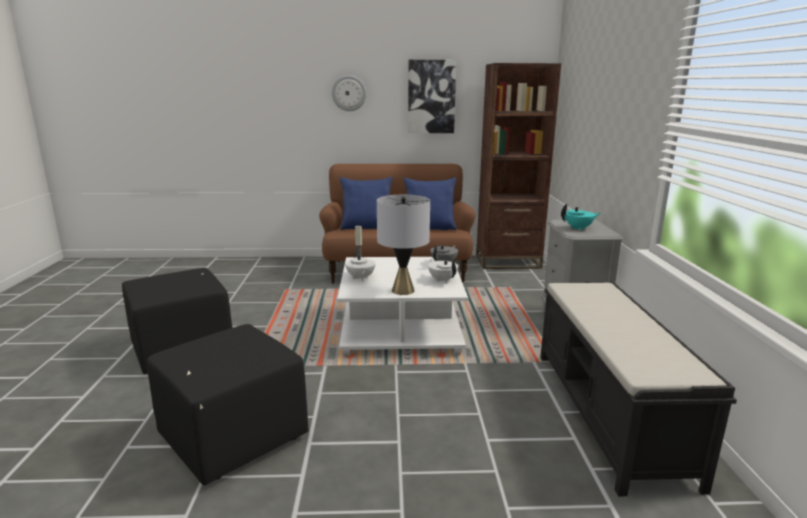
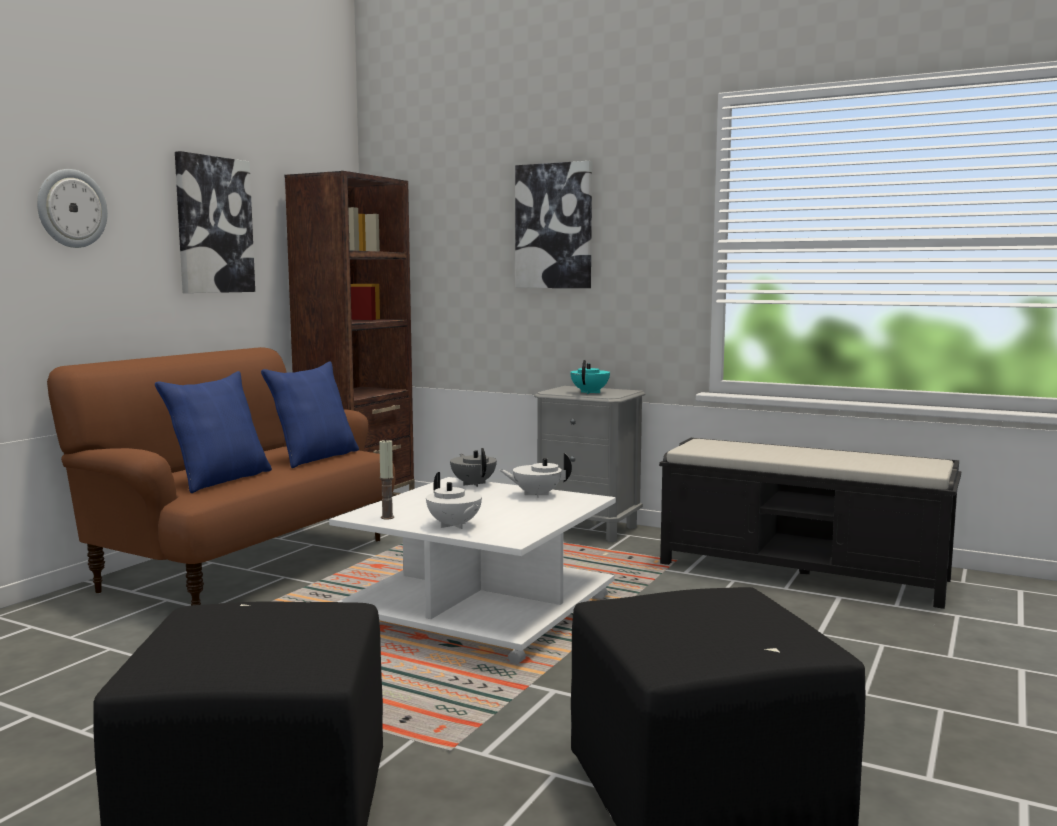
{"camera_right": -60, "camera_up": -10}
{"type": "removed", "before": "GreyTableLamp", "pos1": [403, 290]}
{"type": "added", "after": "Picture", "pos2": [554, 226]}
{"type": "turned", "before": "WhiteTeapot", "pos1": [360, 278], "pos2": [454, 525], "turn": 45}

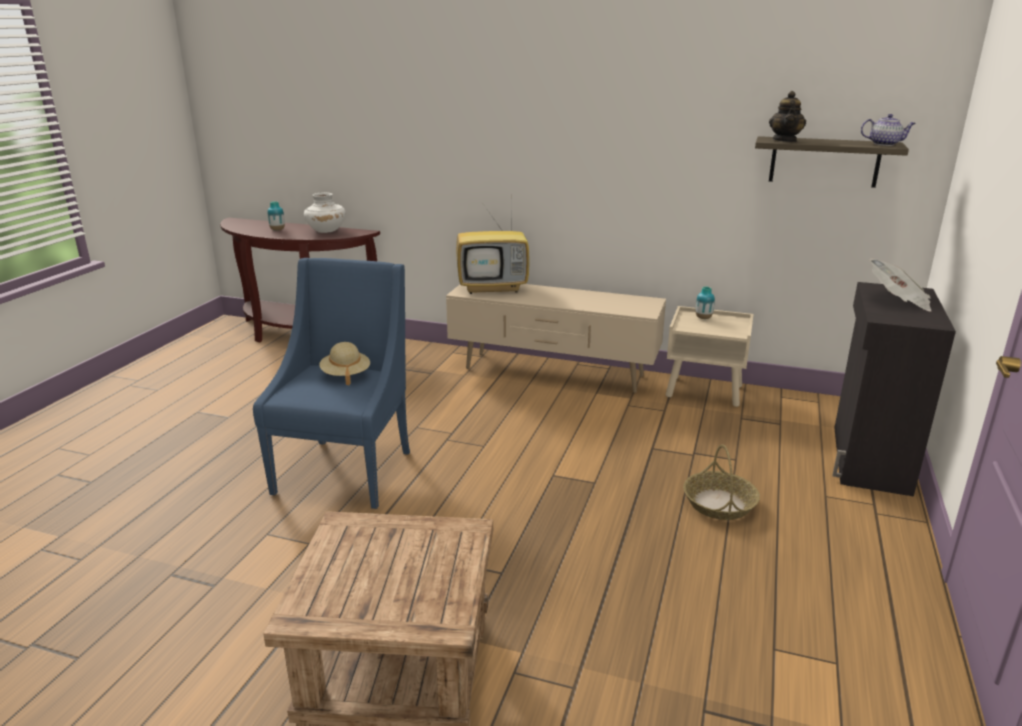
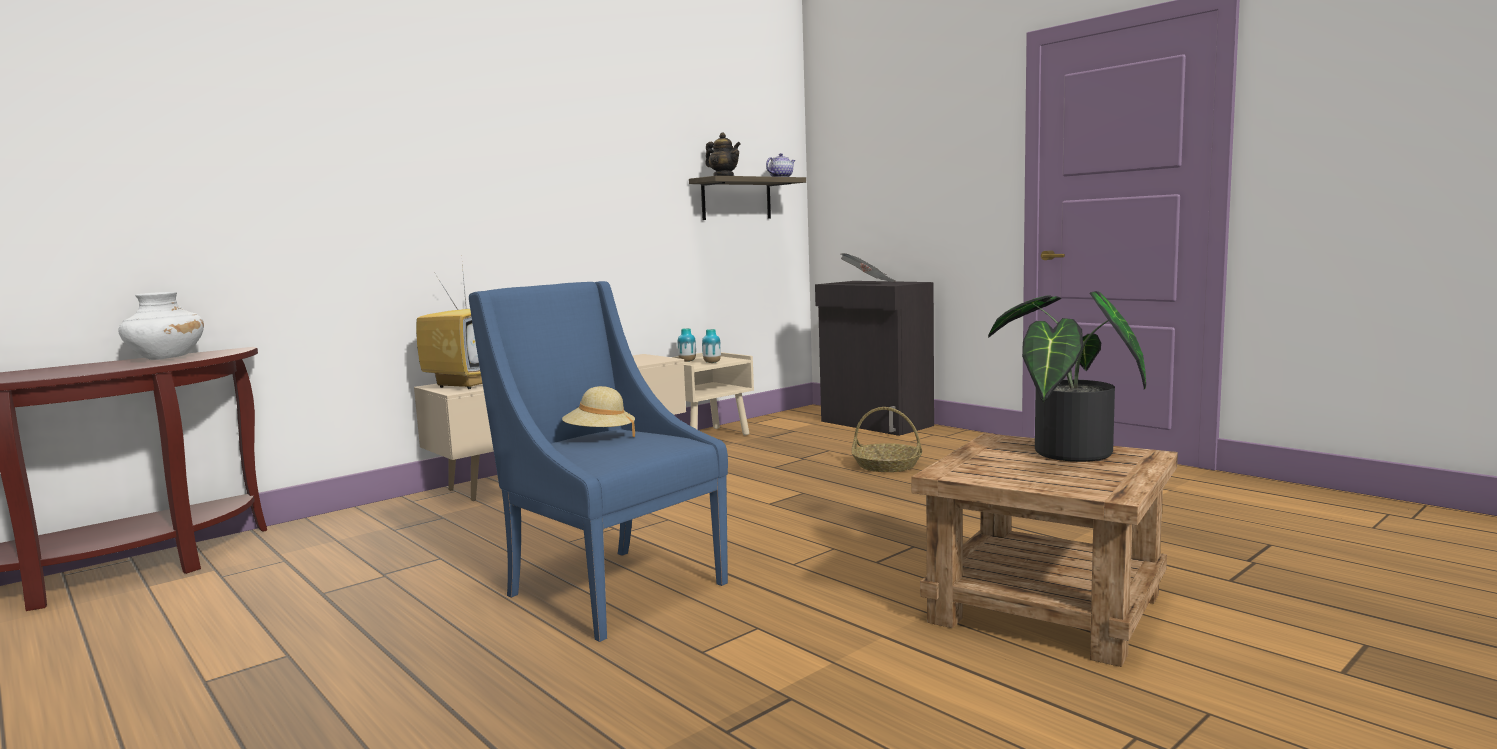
{"camera_right": -60, "camera_up": -15}
{"type": "added", "after": "PottedPlant", "pos2": [1065, 454]}
{"type": "moved", "before": "Vase", "pos1": [277, 230], "pos2": [712, 363]}

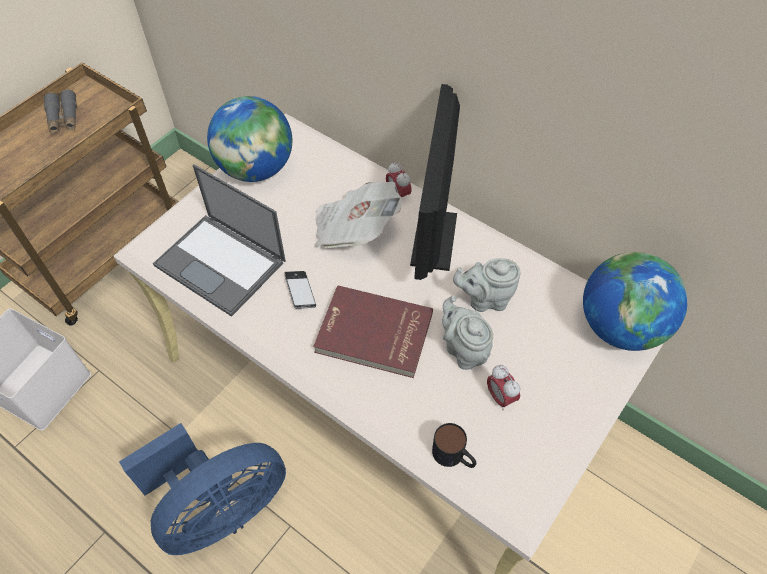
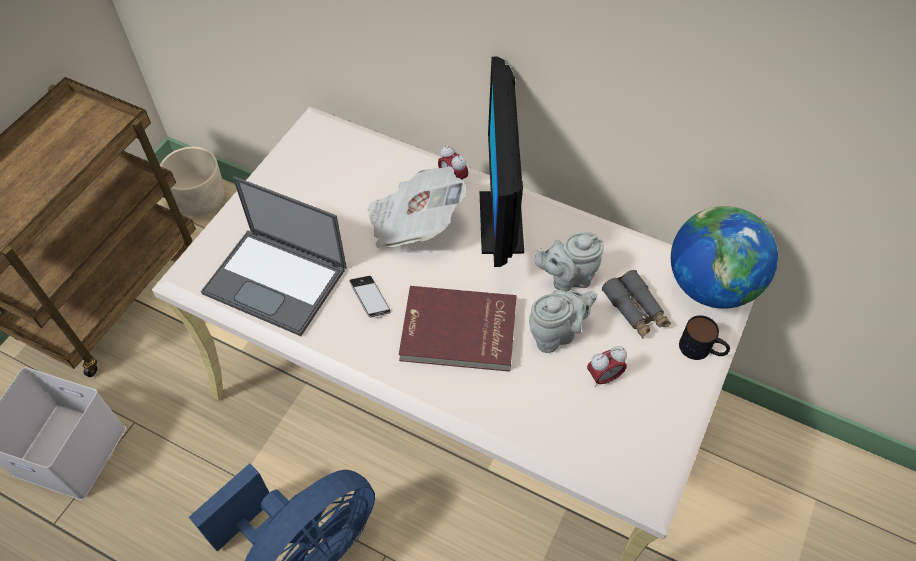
{"camera_right": -10, "camera_up": 0}
{"type": "removed", "before": "Globe", "pos1": [256, 169]}
{"type": "added", "after": "BeigePlanter", "pos2": [200, 200]}
{"type": "moved", "before": "GreyBinoculars", "pos1": [63, 118], "pos2": [635, 310]}
{"type": "moved", "before": "Mug", "pos1": [454, 456], "pos2": [702, 350]}
{"type": "turned", "before": "GreyTeapot", "pos1": [464, 349], "pos2": [556, 334], "turn": 105}
{"type": "turned", "before": "AlarmClock", "pos1": [500, 397], "pos2": [603, 377], "turn": -75}

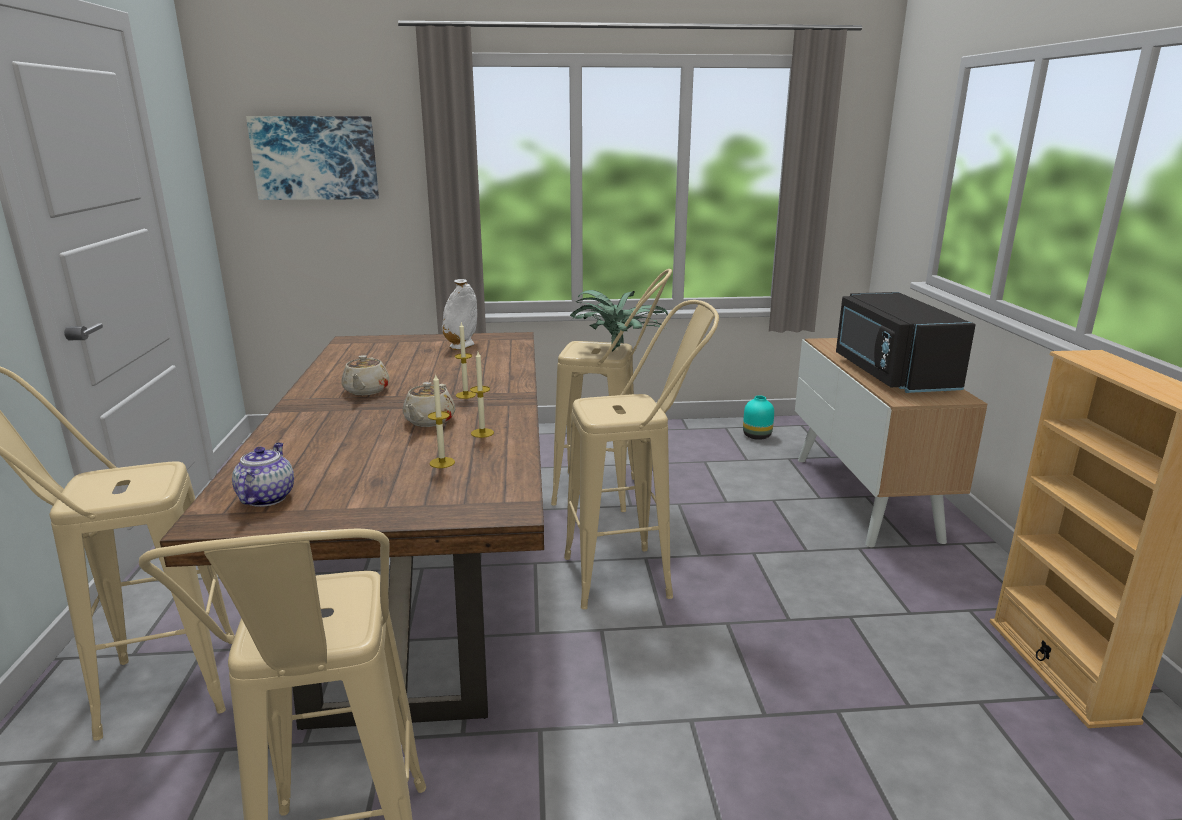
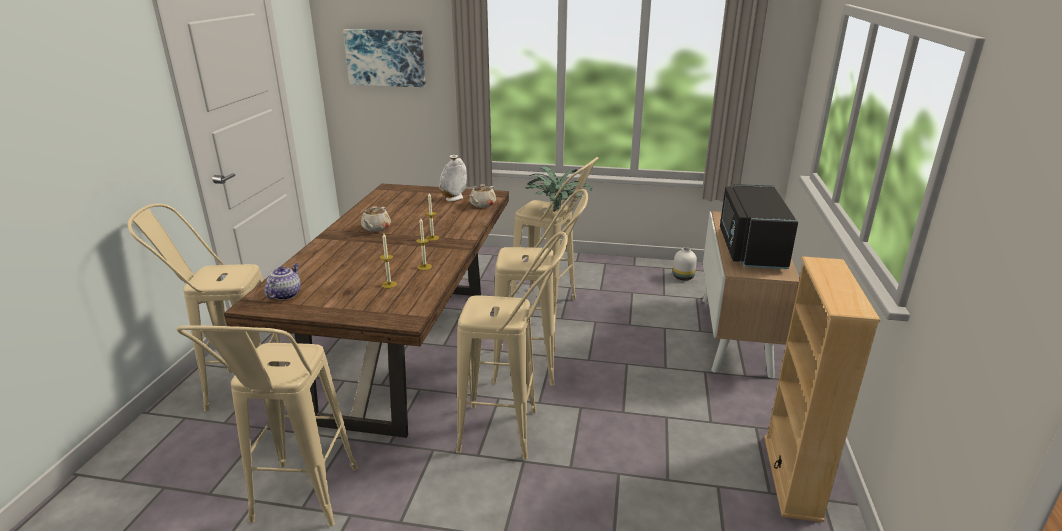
{"camera_right": 15, "camera_up": 5}
{"type": "added", "after": "BeigeStool", "pos2": [512, 432]}
{"type": "moved", "before": "BeigeTeapot", "pos1": [429, 421], "pos2": [482, 205]}
{"type": "recoloured", "before": "TurquoiseVase", "after": "WhiteVase", "pos1": [757, 436], "pos2": [683, 277]}

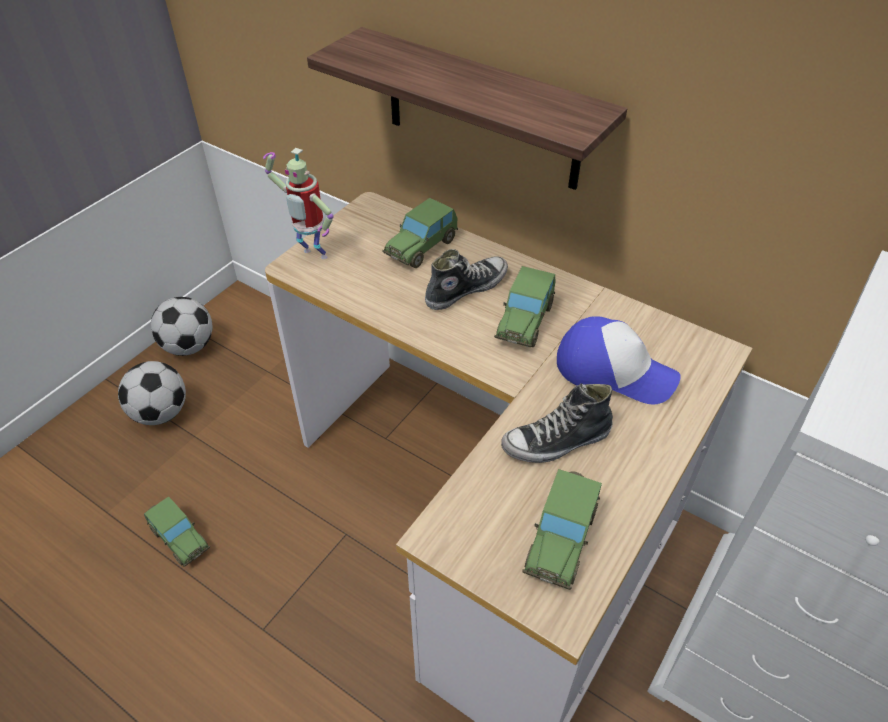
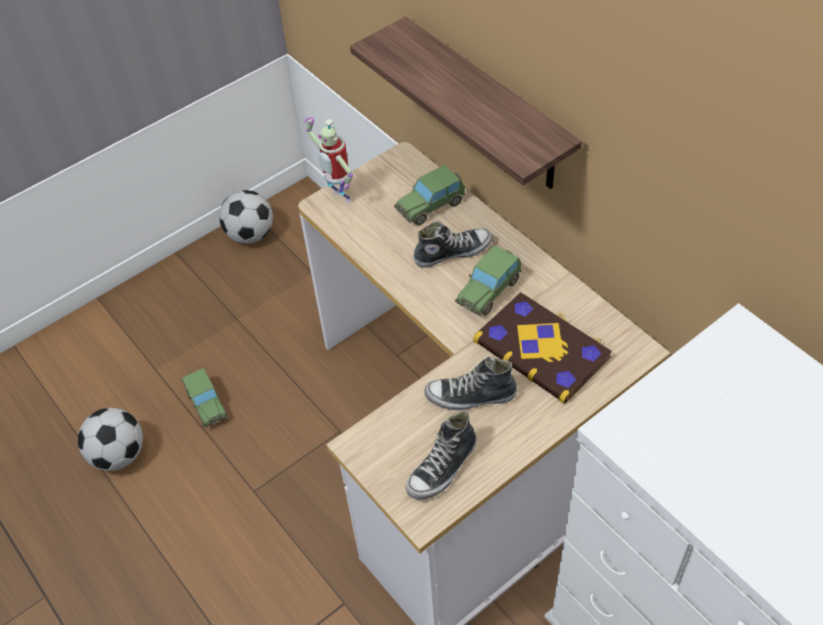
{"camera_right": 20, "camera_up": 5}
{"type": "moved", "before": "Football", "pos1": [161, 413], "pos2": [119, 454]}
{"type": "replaced", "before": "ToyCar", "after": "Shoe", "pos1": [561, 539], "pos2": [442, 468]}
{"type": "replaced", "before": "Cap", "after": "Book", "pos1": [613, 370], "pos2": [542, 348]}

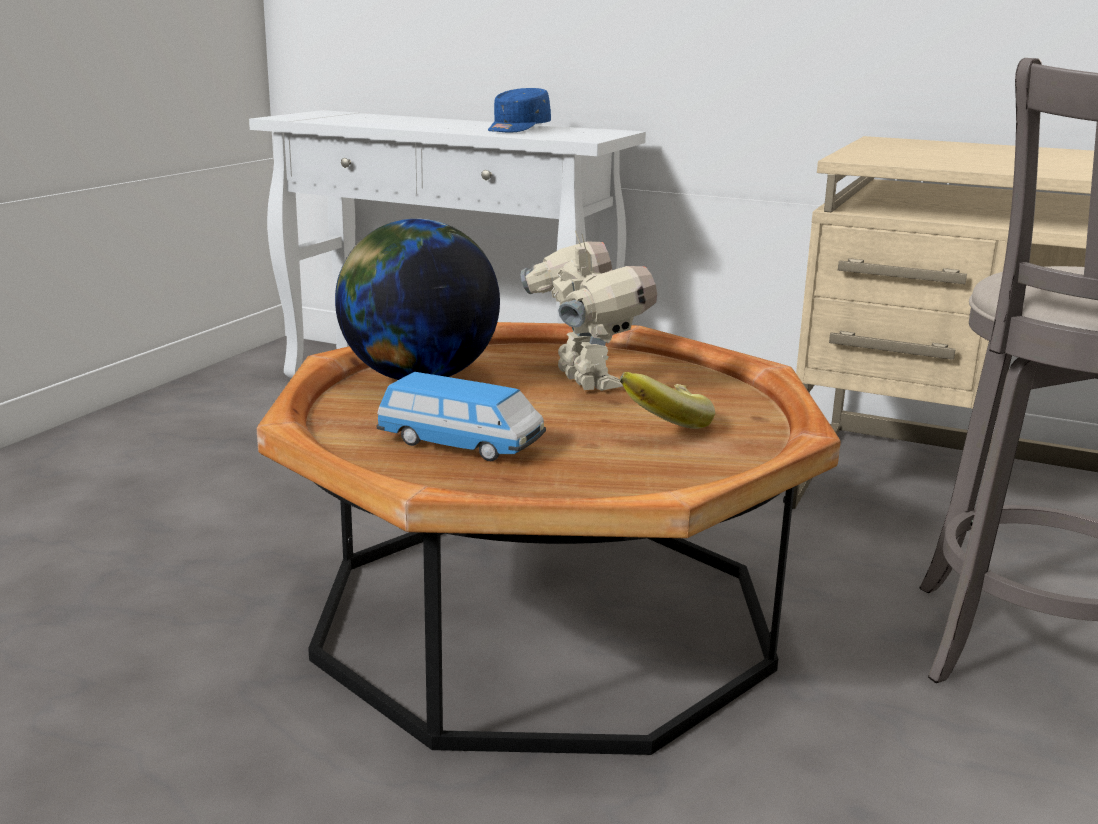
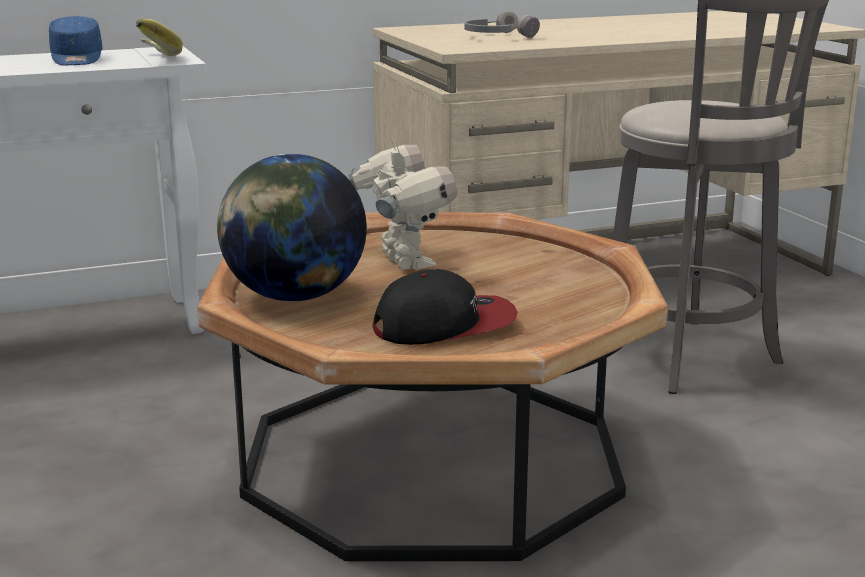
{"camera_right": -45, "camera_up": 0}
{"type": "added", "after": "GreyHeadphones", "pos2": [497, 36]}
{"type": "moved", "before": "Banana", "pos1": [662, 425], "pos2": [152, 59]}
{"type": "replaced", "before": "ToyCar", "after": "Cap", "pos1": [461, 444], "pos2": [445, 325]}
{"type": "turned", "before": "ToyRobot", "pos1": [584, 382], "pos2": [403, 262], "turn": 45}

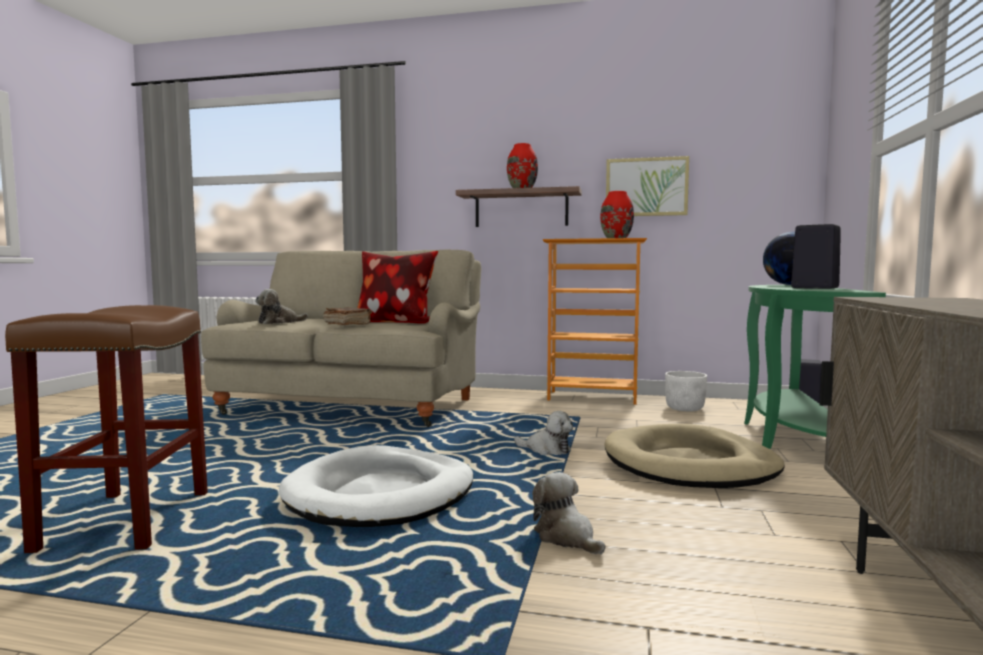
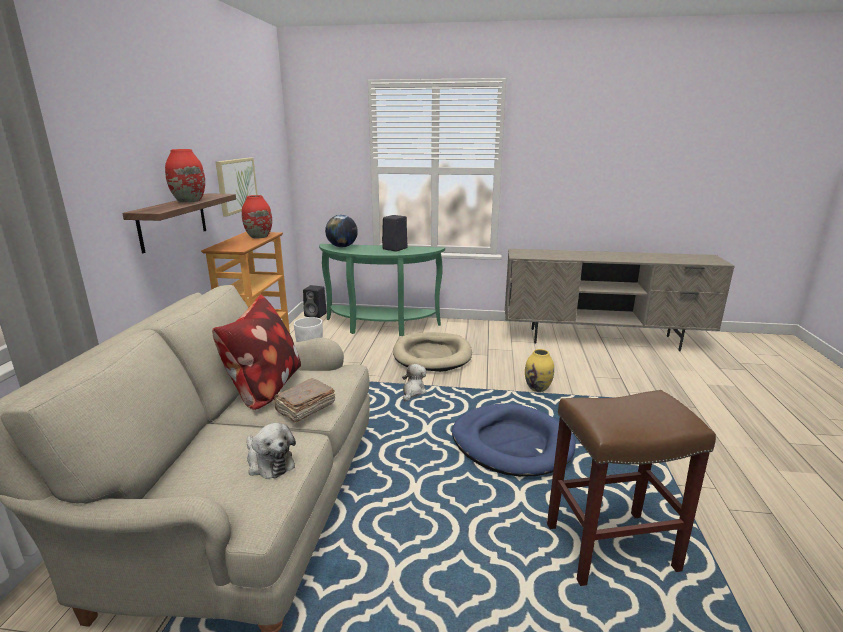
{"camera_right": -95, "camera_up": 15}
{"type": "replaced", "before": "PlushToy", "after": "YellowVase", "pos1": [566, 537], "pos2": [538, 388]}
{"type": "recoloured", "before": "WhiteDogBed", "after": "BlueDogBed", "pos1": [381, 494], "pos2": [511, 443]}

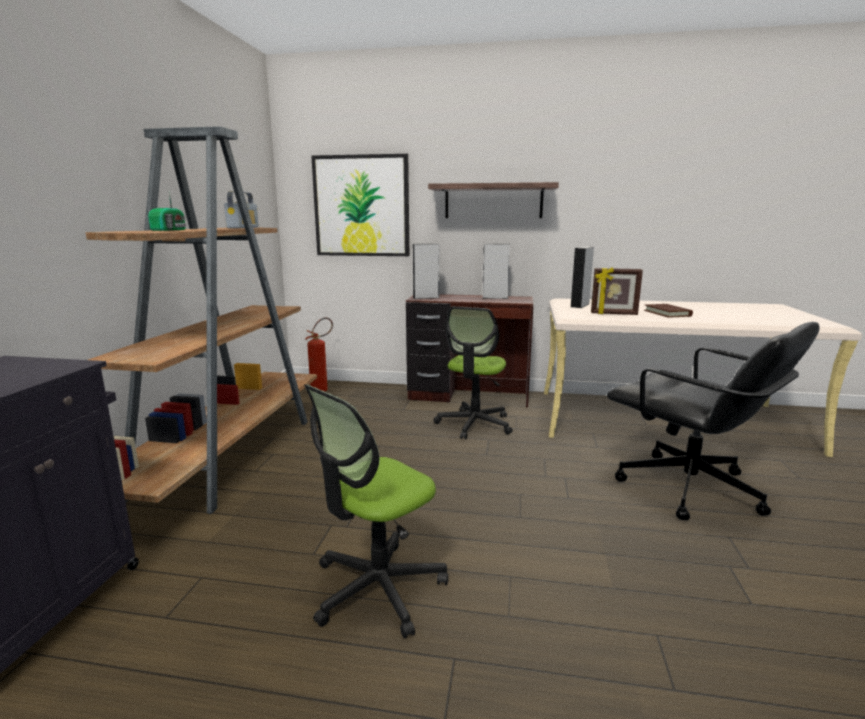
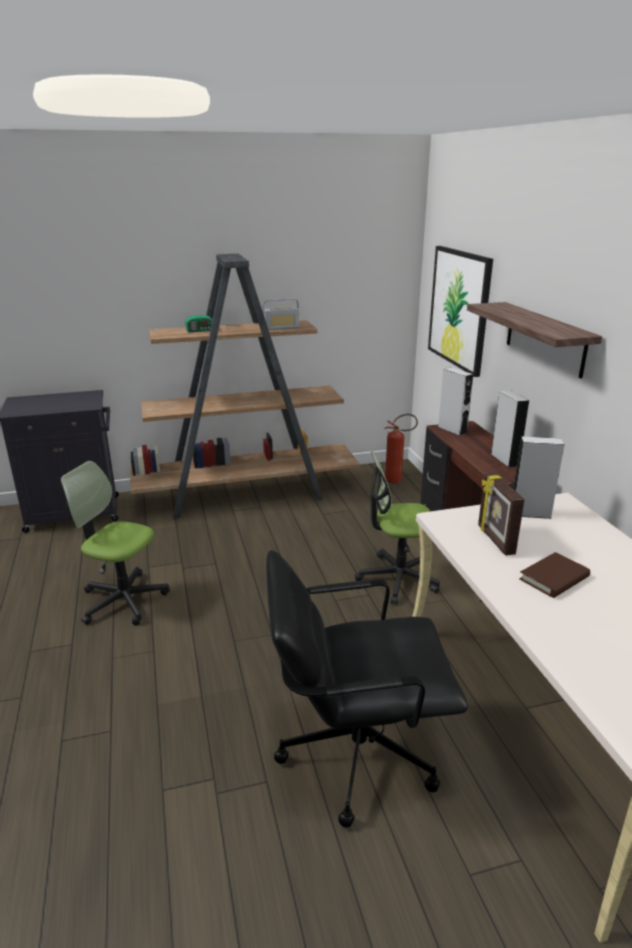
{"camera_right": 65, "camera_up": 10}
{"type": "turned", "before": "BlackOfficeChair", "pos1": [690, 489], "pos2": [355, 752], "turn": 60}

